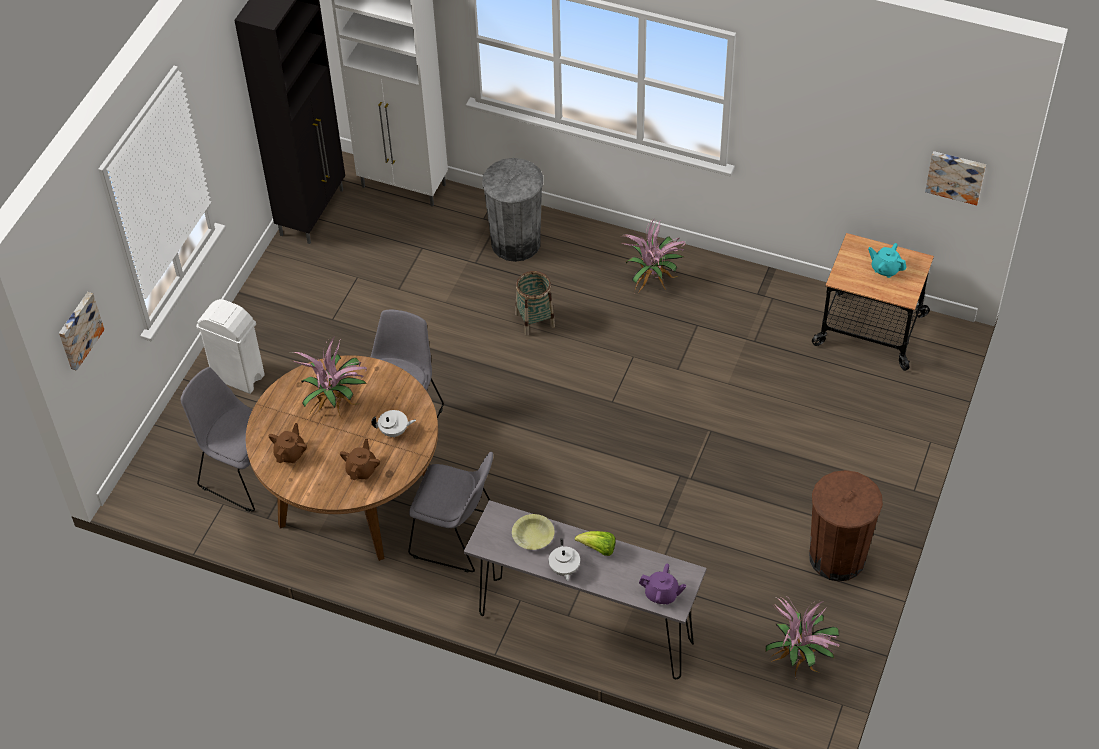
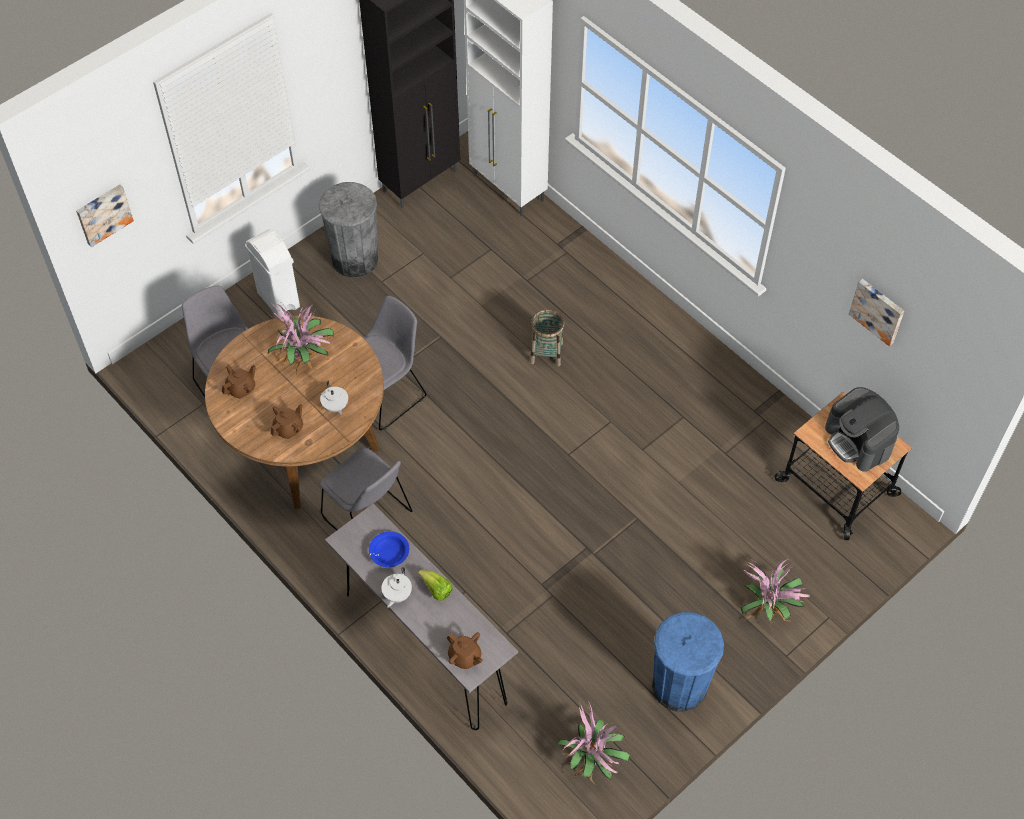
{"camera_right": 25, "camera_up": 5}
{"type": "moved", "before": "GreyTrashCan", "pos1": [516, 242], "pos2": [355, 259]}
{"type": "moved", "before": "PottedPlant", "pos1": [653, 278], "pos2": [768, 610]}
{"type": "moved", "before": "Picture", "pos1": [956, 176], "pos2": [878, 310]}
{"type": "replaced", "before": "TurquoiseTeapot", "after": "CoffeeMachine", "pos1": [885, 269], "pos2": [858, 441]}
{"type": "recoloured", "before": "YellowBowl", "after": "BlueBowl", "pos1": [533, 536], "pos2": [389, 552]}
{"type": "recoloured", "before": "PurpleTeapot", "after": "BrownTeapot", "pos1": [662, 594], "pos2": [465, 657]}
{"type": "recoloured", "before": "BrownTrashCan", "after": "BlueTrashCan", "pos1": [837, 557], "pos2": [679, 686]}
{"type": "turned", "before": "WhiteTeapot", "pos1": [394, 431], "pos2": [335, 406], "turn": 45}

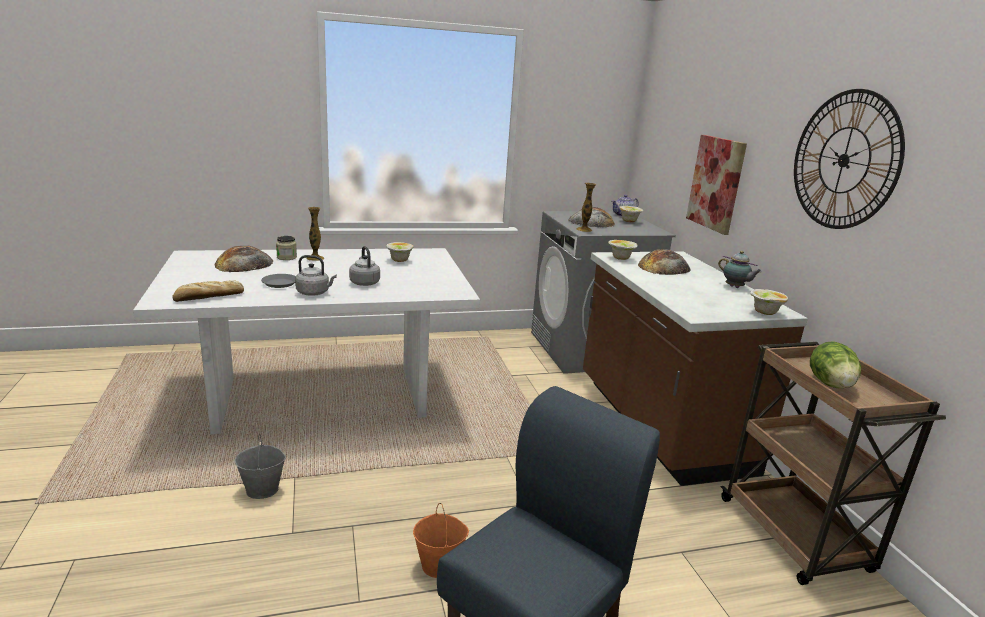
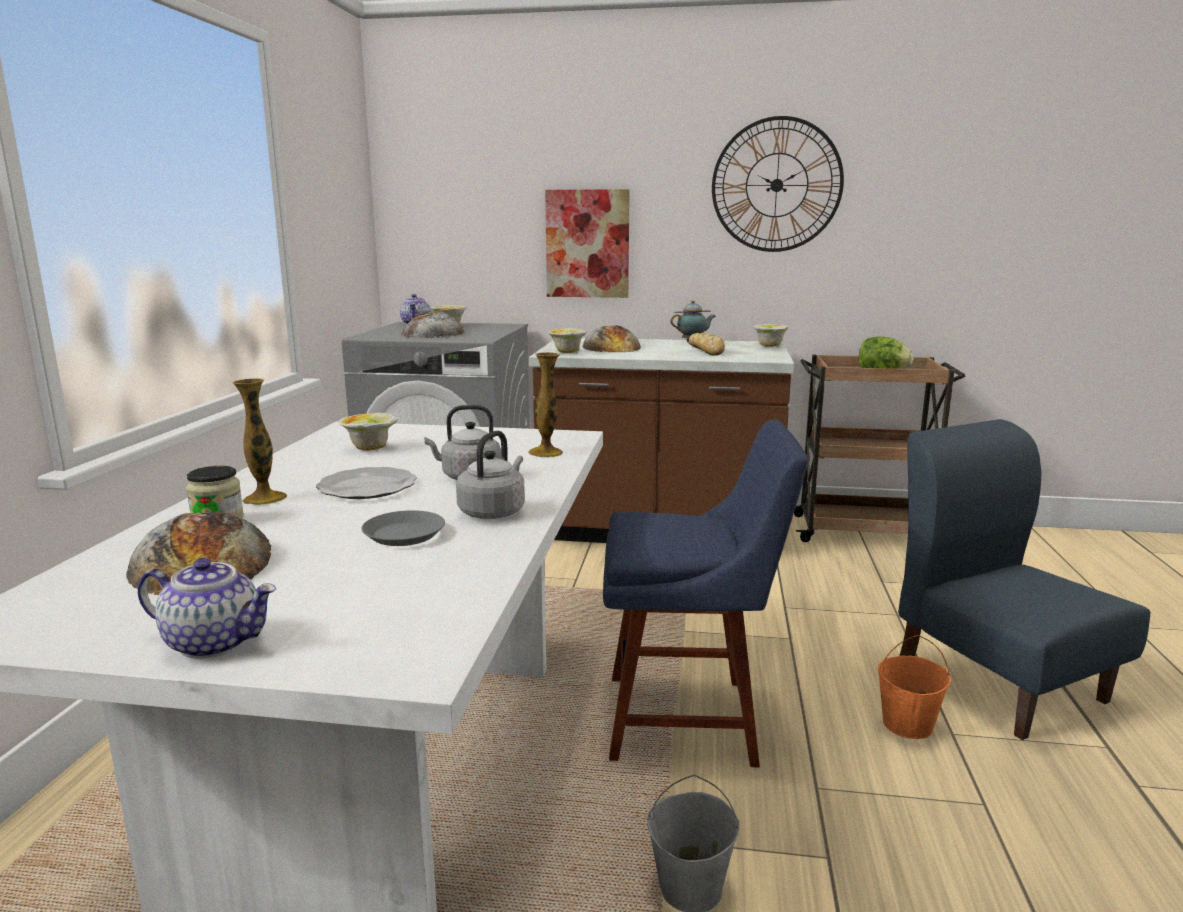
{"camera_right": -65, "camera_up": -5}
{"type": "added", "after": "Teapot", "pos2": [215, 642]}
{"type": "added", "after": "Plate", "pos2": [367, 488]}
{"type": "added", "after": "BlueChair", "pos2": [690, 719]}
{"type": "moved", "before": "Bread", "pos1": [208, 297], "pos2": [706, 350]}
{"type": "moved", "before": "Vase", "pos1": [584, 229], "pos2": [545, 452]}

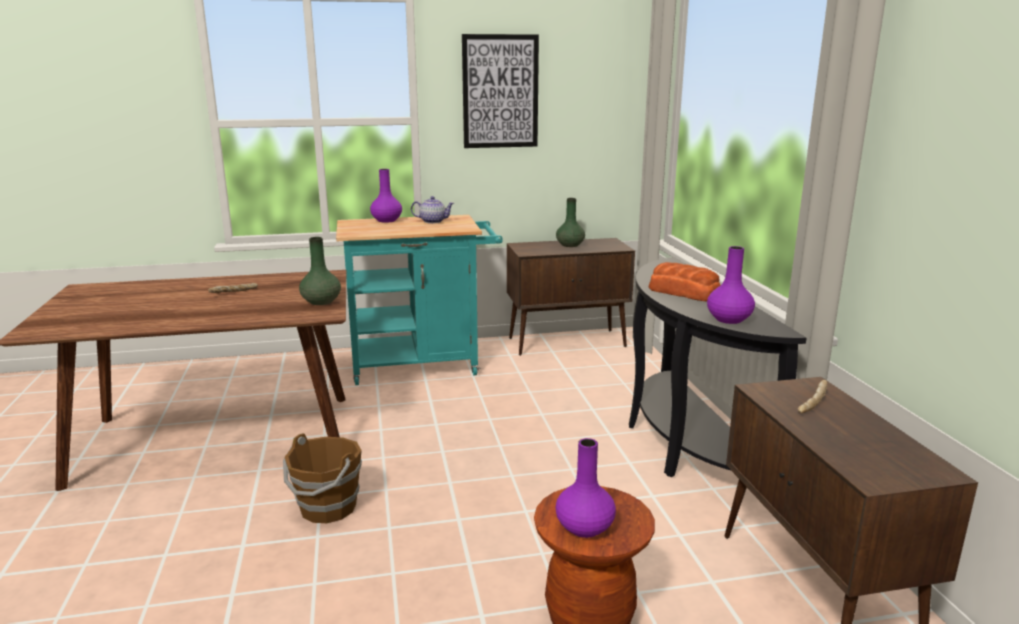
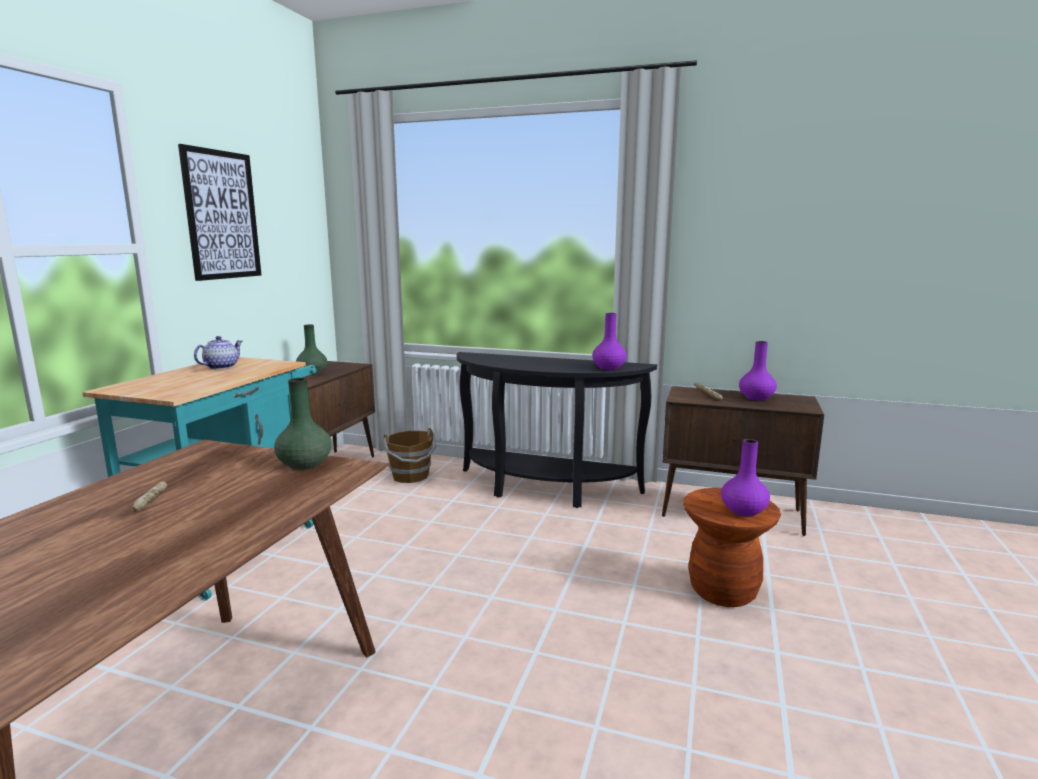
{"camera_right": -60, "camera_up": -5}
{"type": "removed", "before": "Bread", "pos1": [683, 292]}
{"type": "moved", "before": "BrownBucket", "pos1": [327, 508], "pos2": [411, 476]}
{"type": "moved", "before": "PurpleVase", "pos1": [386, 220], "pos2": [756, 398]}

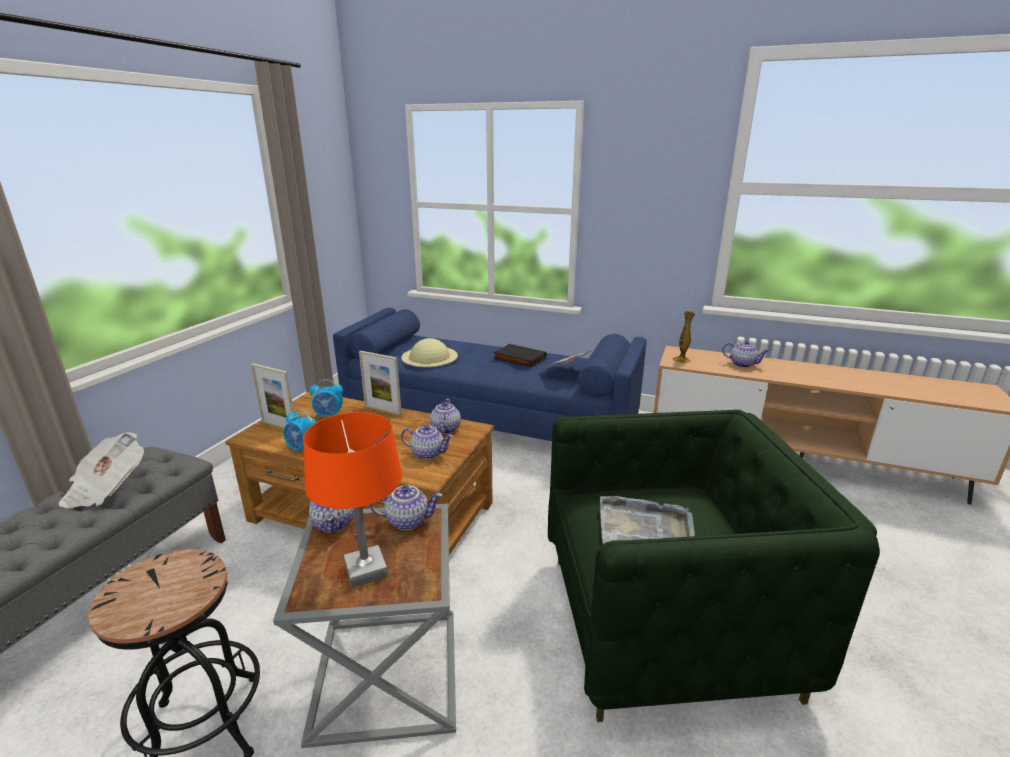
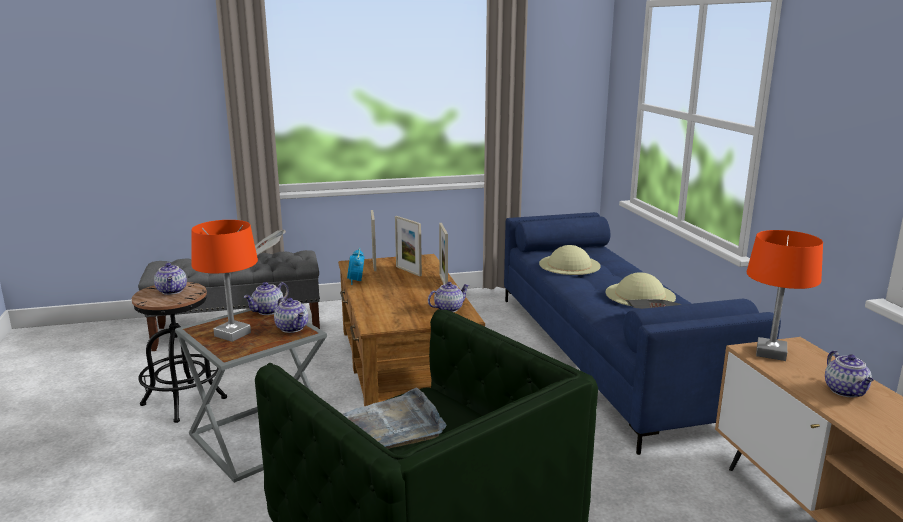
{"camera_right": 55, "camera_up": -5}
{"type": "moved", "before": "Teapot", "pos1": [428, 453], "pos2": [172, 291]}
{"type": "replaced", "before": "AlarmClock", "after": "PictureFrame", "pos1": [329, 416], "pos2": [408, 271]}
{"type": "replaced", "before": "BlackBook", "after": "BeigeHat", "pos1": [518, 359], "pos2": [640, 294]}
{"type": "replaced", "before": "Vase", "after": "OrangeTableLamp", "pos1": [681, 360], "pos2": [771, 353]}

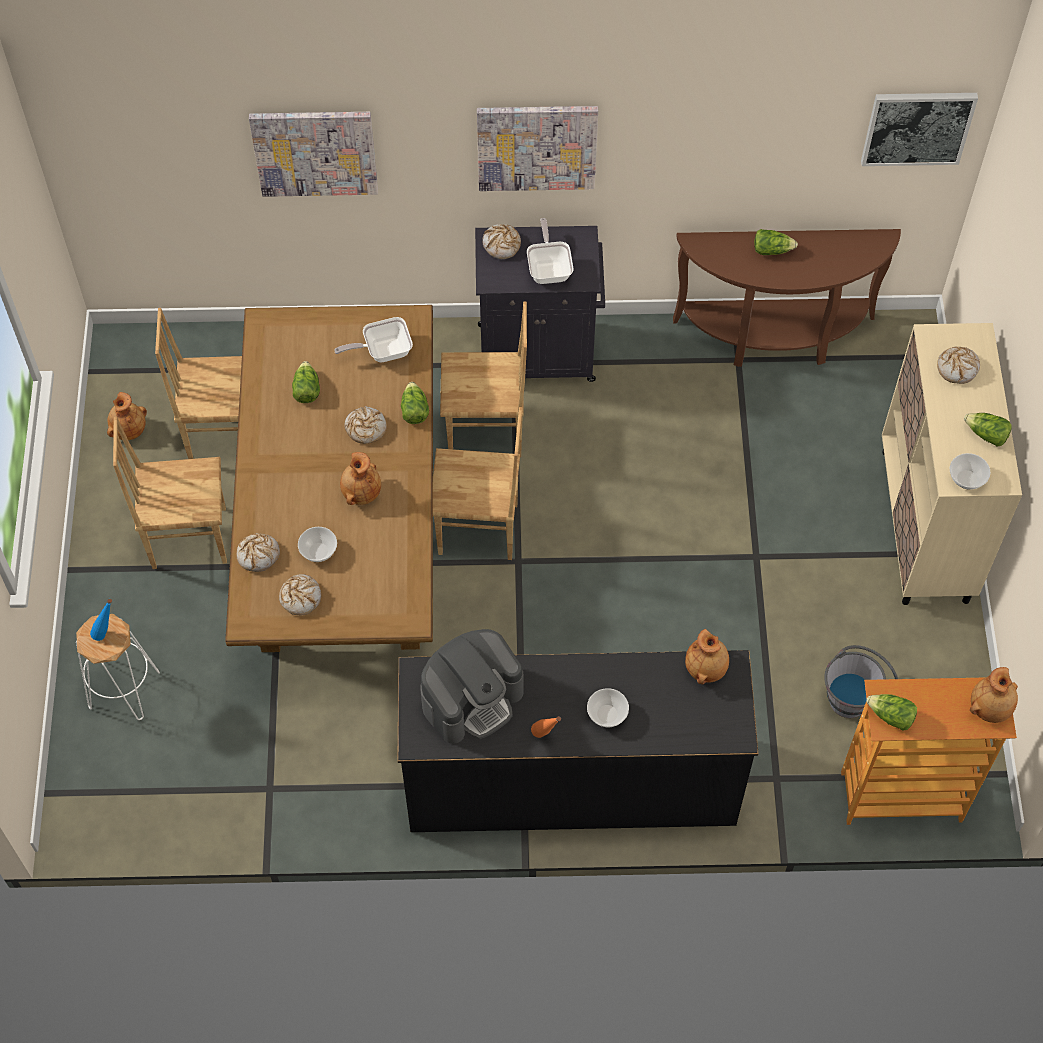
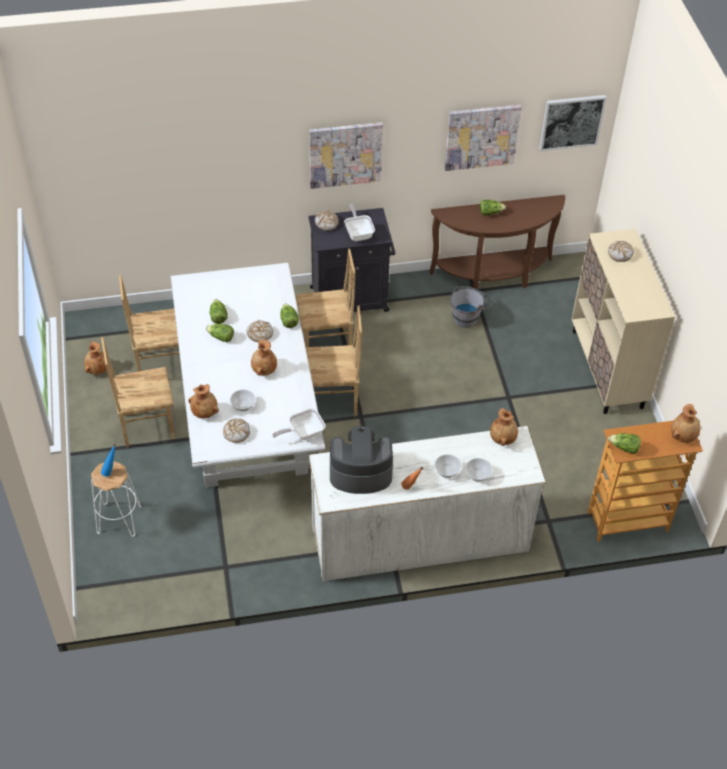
{"camera_right": -10, "camera_up": -10}
{"type": "moved", "before": "Picture", "pos1": [315, 152], "pos2": [482, 136]}
{"type": "moved", "before": "FryingPan", "pos1": [382, 351], "pos2": [303, 433]}
{"type": "moved", "before": "GreyBucket", "pos1": [855, 695], "pos2": [468, 317]}
{"type": "moved", "before": "Bowl", "pos1": [967, 478], "pos2": [478, 475]}
{"type": "moved", "before": "Lettuce", "pos1": [986, 435], "pos2": [221, 337]}
{"type": "replaced", "before": "Bread", "after": "BrownVase", "pos1": [258, 555], "pos2": [205, 412]}
{"type": "recoloured", "before": "BrownDiningTable", "after": "WhiteDiningTable", "pos1": [343, 536], "pos2": [247, 415]}
{"type": "recoloured", "before": "BlackDresser", "after": "WhiteDresser", "pos1": [571, 781], "pos2": [419, 538]}
{"type": "turned", "before": "CoffeeMachine", "pos1": [472, 699], "pos2": [360, 472], "turn": -135}

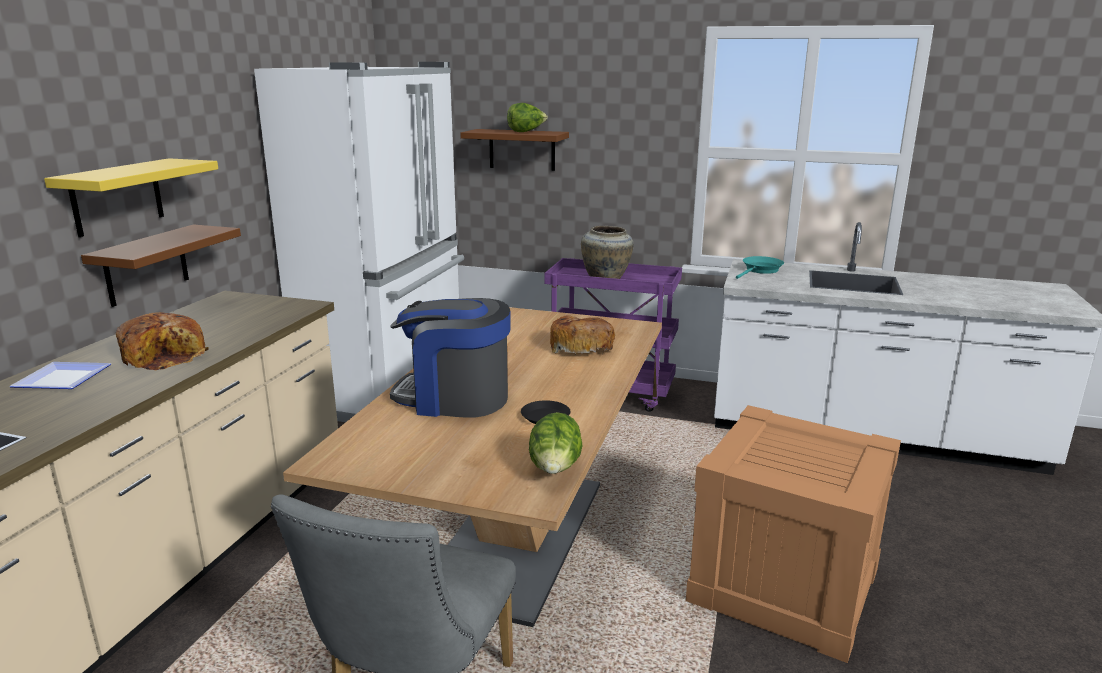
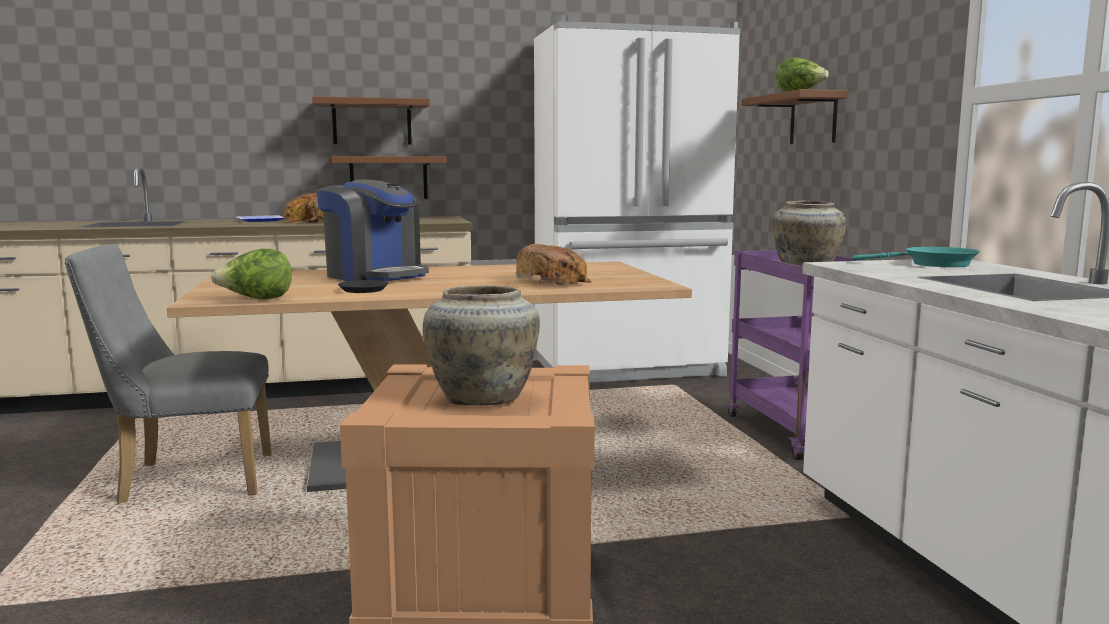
{"camera_right": 60, "camera_up": -10}
{"type": "added", "after": "BeigeVase", "pos2": [483, 398]}
{"type": "recoloured", "before": "YellowShelf", "after": "BrownShelf", "pos1": [117, 197], "pos2": [372, 122]}
{"type": "turned", "before": "CoffeeMachine", "pos1": [454, 398], "pos2": [375, 276], "turn": 150}

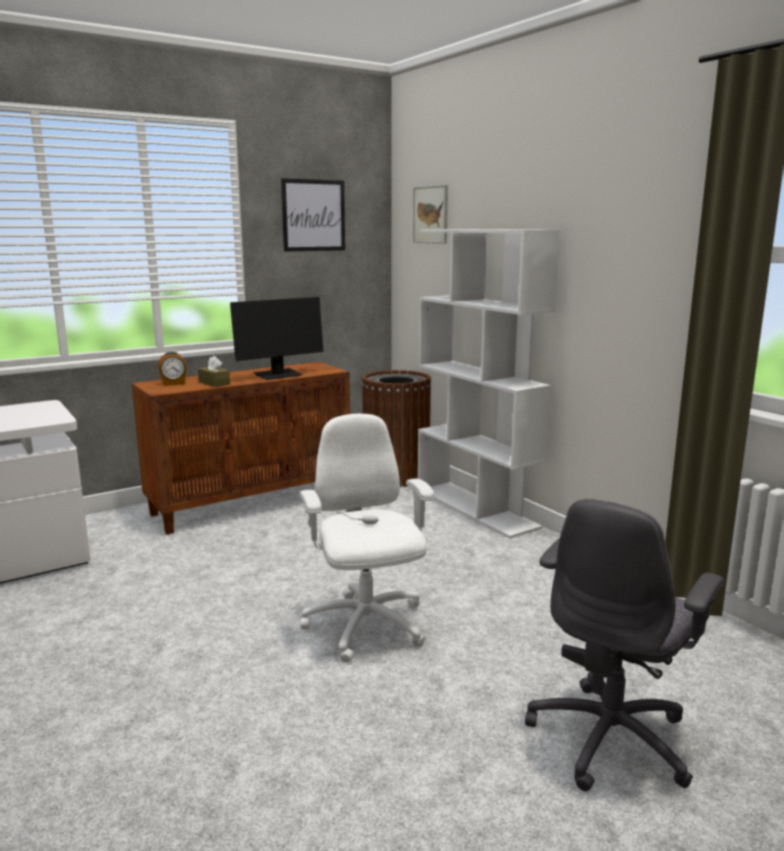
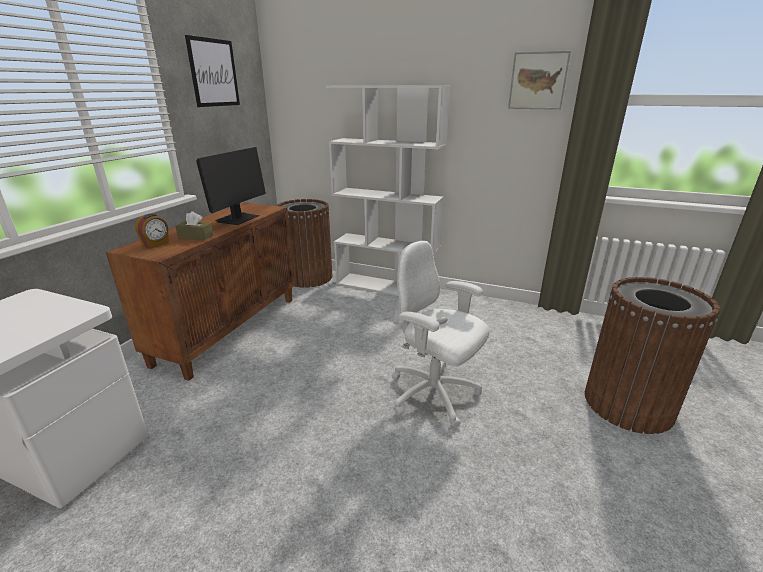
{"camera_right": -35, "camera_up": 10}
{"type": "moved", "before": "Picture", "pos1": [430, 215], "pos2": [538, 81]}
{"type": "replaced", "before": "GreyOfficeChair", "after": "BrownTrashCan", "pos1": [611, 738], "pos2": [627, 404]}

